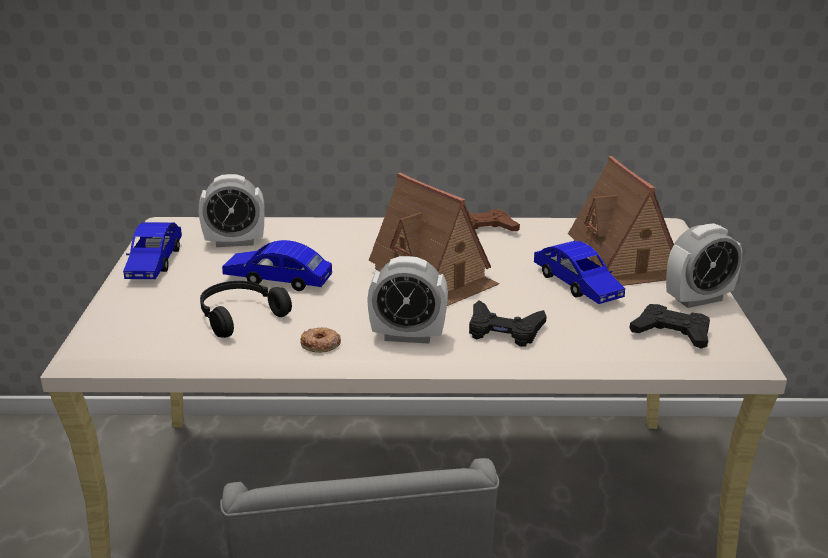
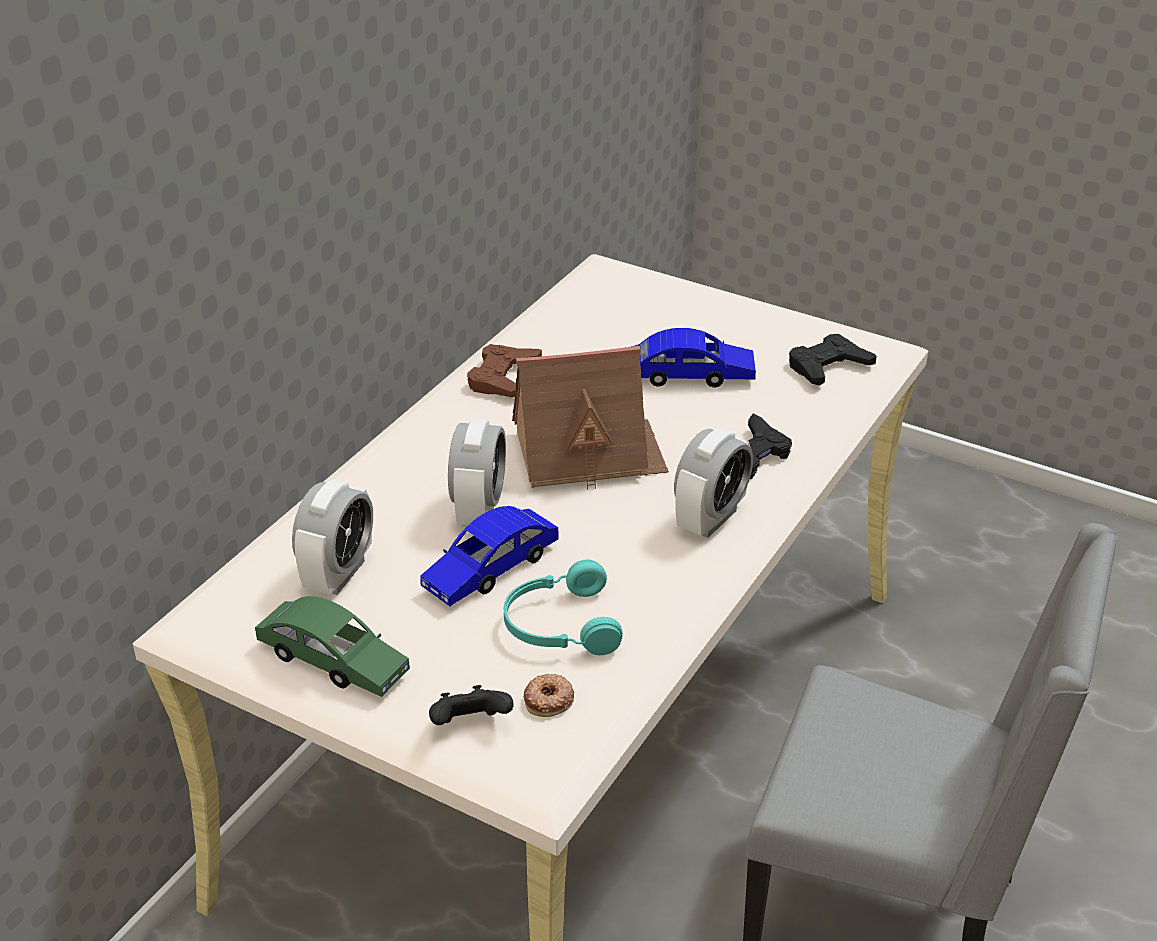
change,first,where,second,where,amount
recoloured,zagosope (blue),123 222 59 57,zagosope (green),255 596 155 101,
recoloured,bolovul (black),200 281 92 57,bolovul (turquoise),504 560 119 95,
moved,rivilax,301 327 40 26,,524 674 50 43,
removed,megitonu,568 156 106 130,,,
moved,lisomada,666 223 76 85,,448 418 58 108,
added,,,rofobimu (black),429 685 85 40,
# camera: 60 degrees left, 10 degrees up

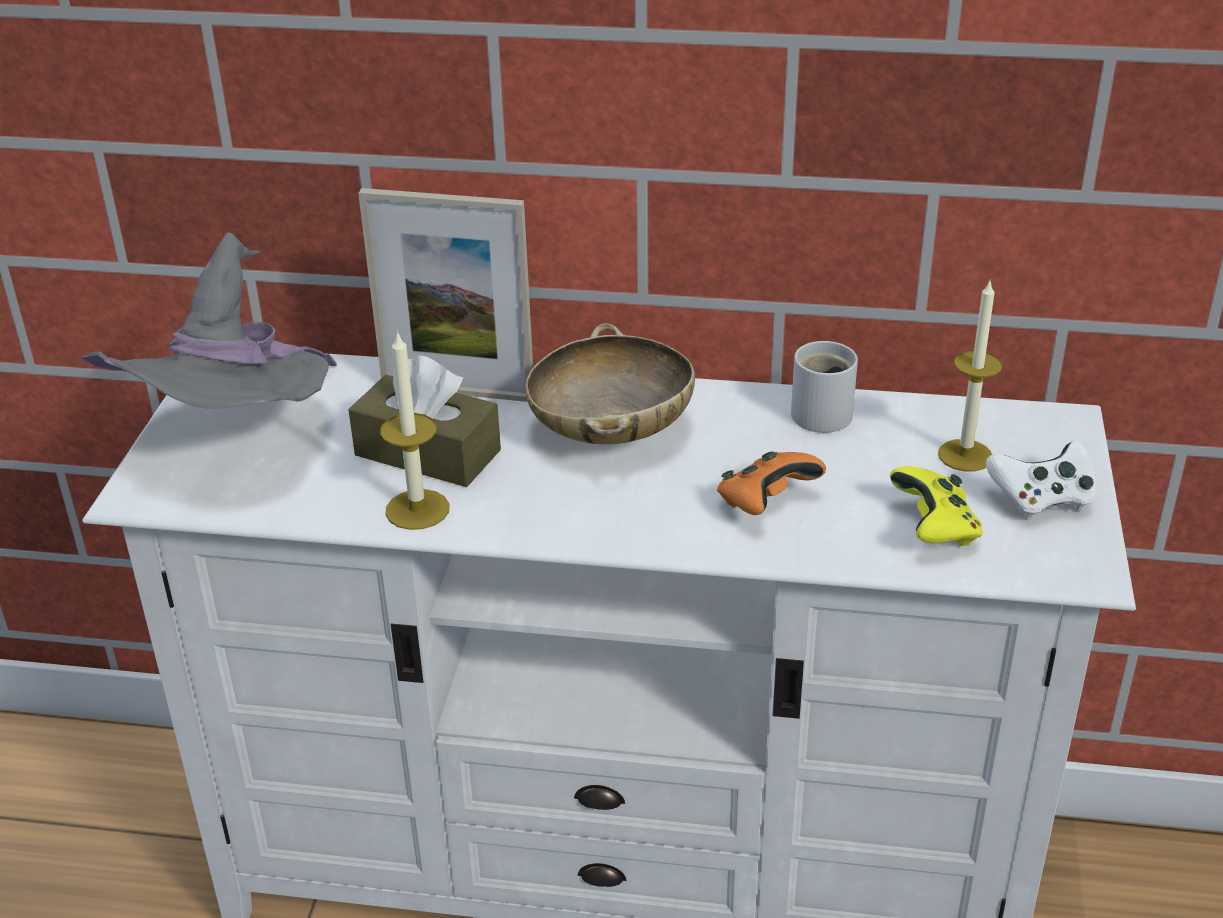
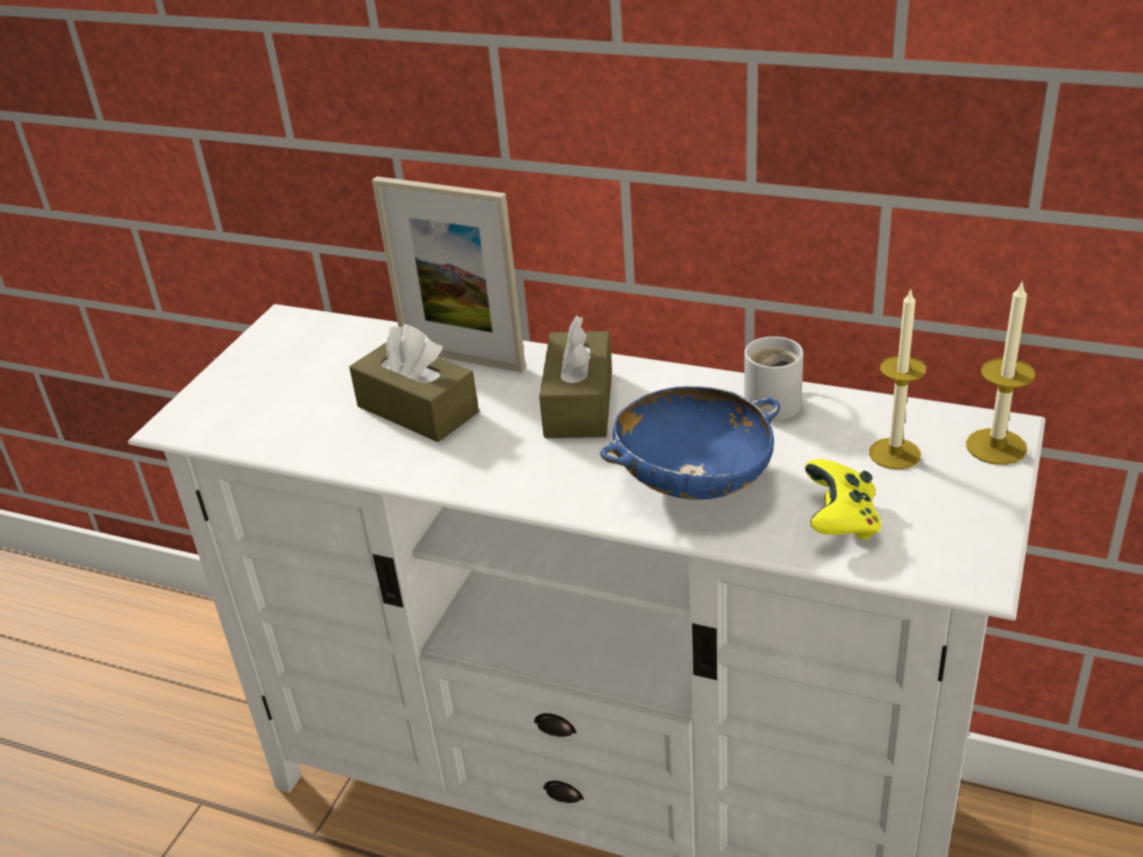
change,first,where,second,where,amount
removed,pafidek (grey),81 232 256 177,,,
moved,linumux,380 331 69 199,,966 280 69 185,
replaced,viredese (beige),525 323 170 121,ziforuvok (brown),539 316 73 122,
replaced,rofobimu (orange),717 452 109 63,viredese (blue),600 386 180 114,
removed,rofobimu (white),986 441 110 79,,,
# camera: 15 degrees right, 0 degrees up

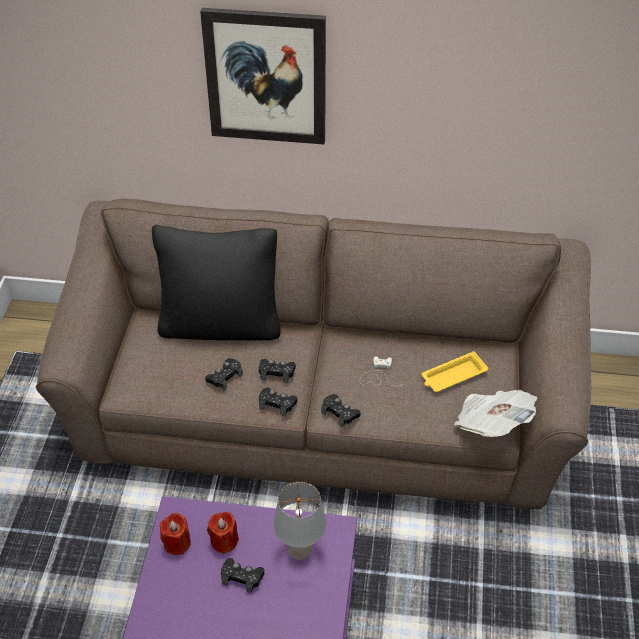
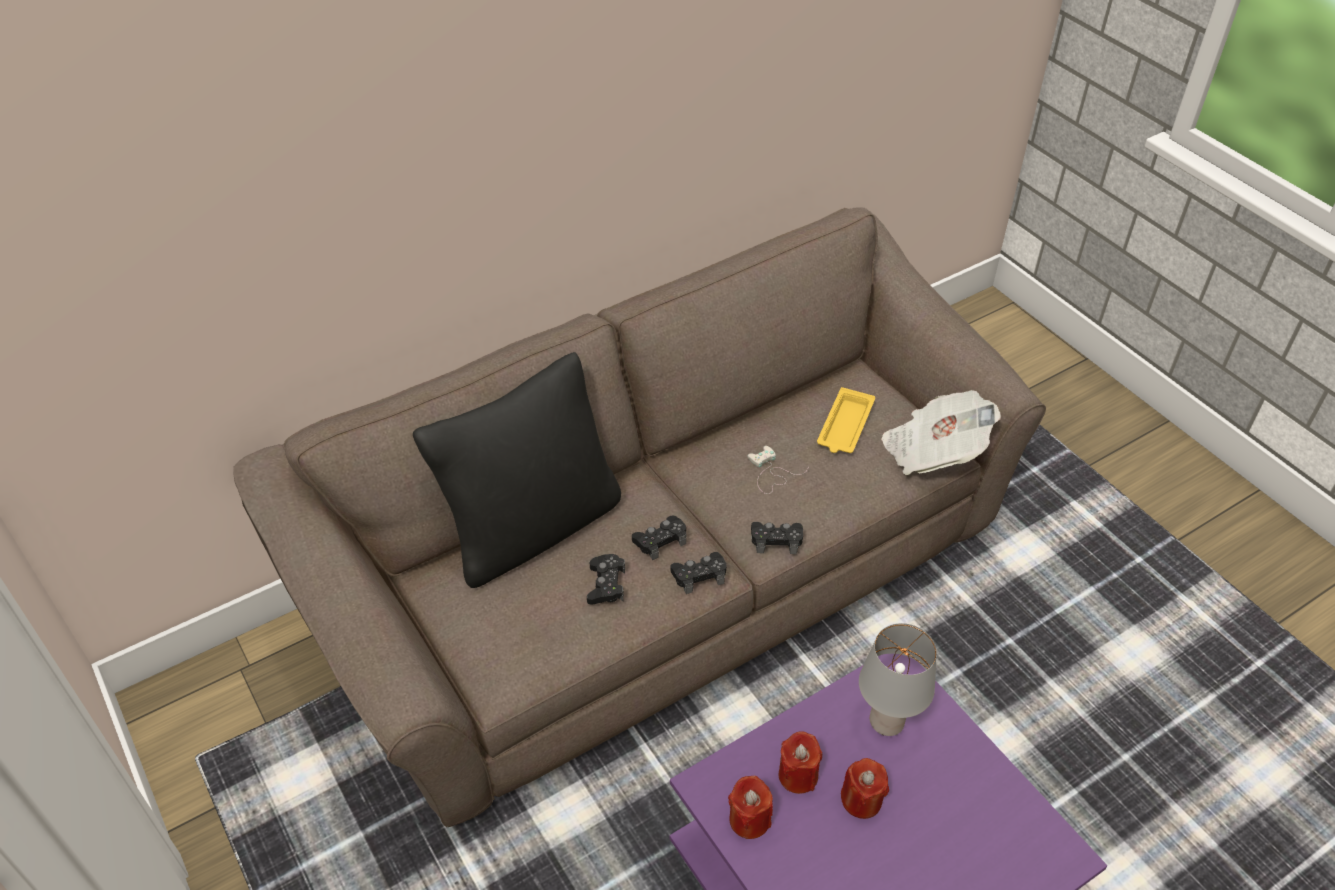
change,first,where,second,where,amount
removed,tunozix,200 8 126 136,,,
replaced,rofobimu (black),221 558 43 35,linumux (red),841 758 48 61,
# camera: 40 degrees left, 0 degrees up

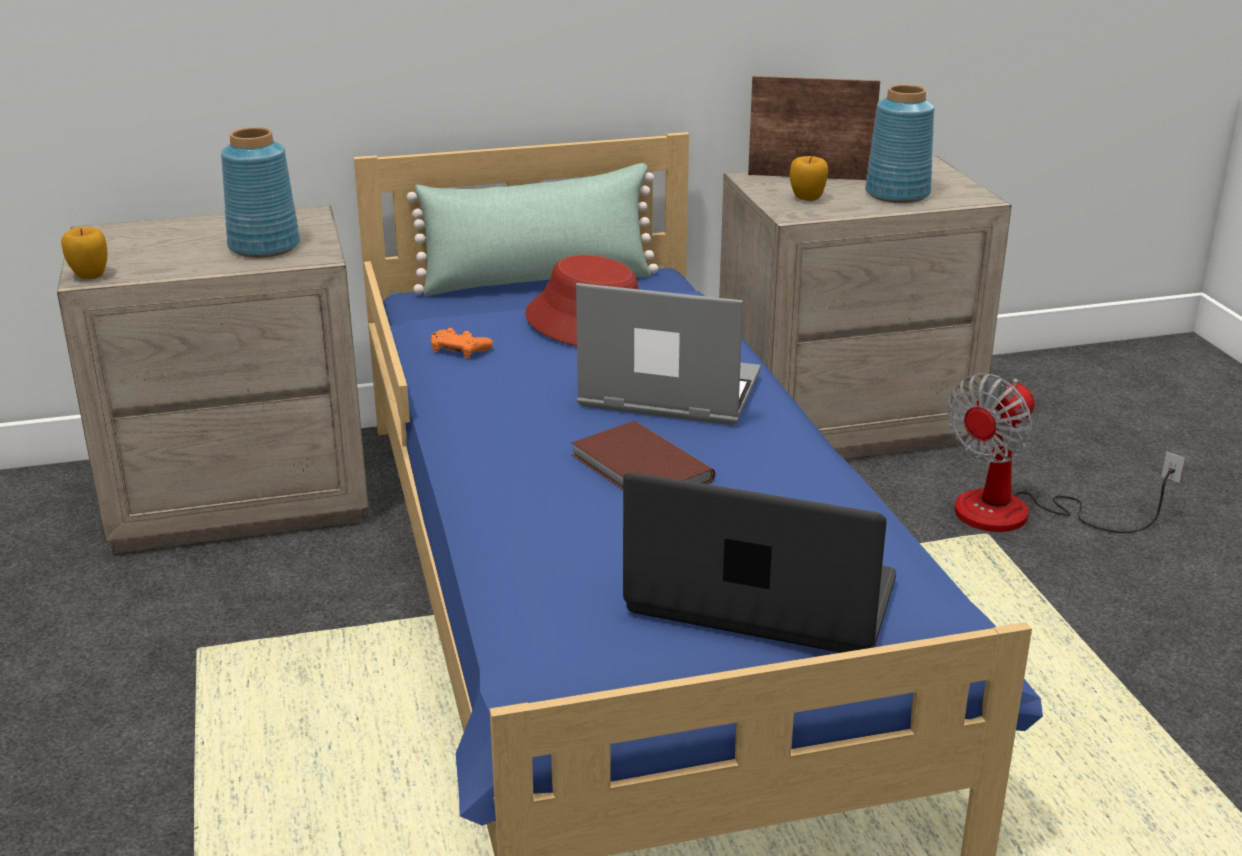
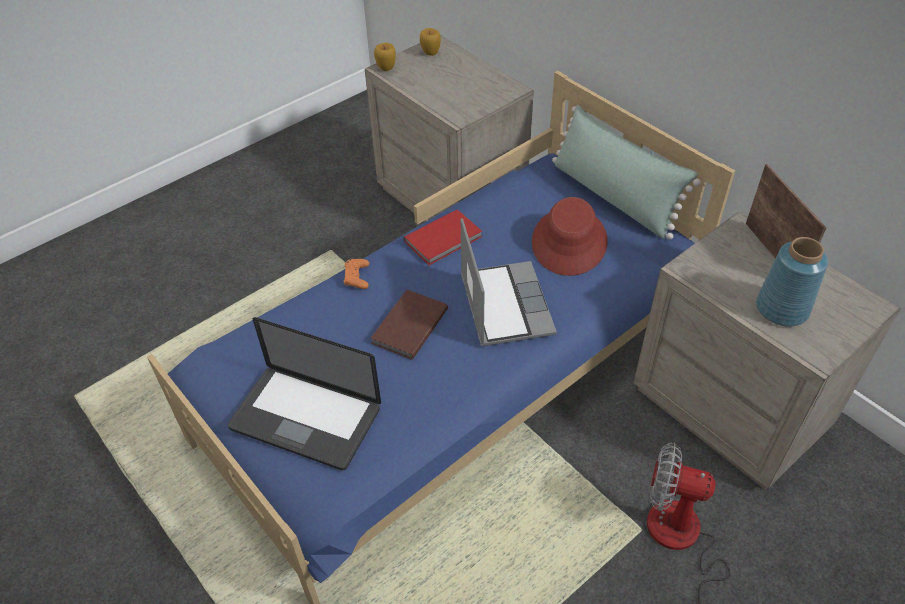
change,first,where,second,where,amount
removed,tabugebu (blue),221 127 79 131,,,
moved,rofobimu (orange),431 328 62 31,,344 259 25 30,
turned,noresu,623 472 273 181,,228 317 153 153,120 degrees clockwise
moved,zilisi,789 156 39 45,,420 28 21 28,
added,,,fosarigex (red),404 209 78 56,
# camera: 65 degrees right, 20 degrees up

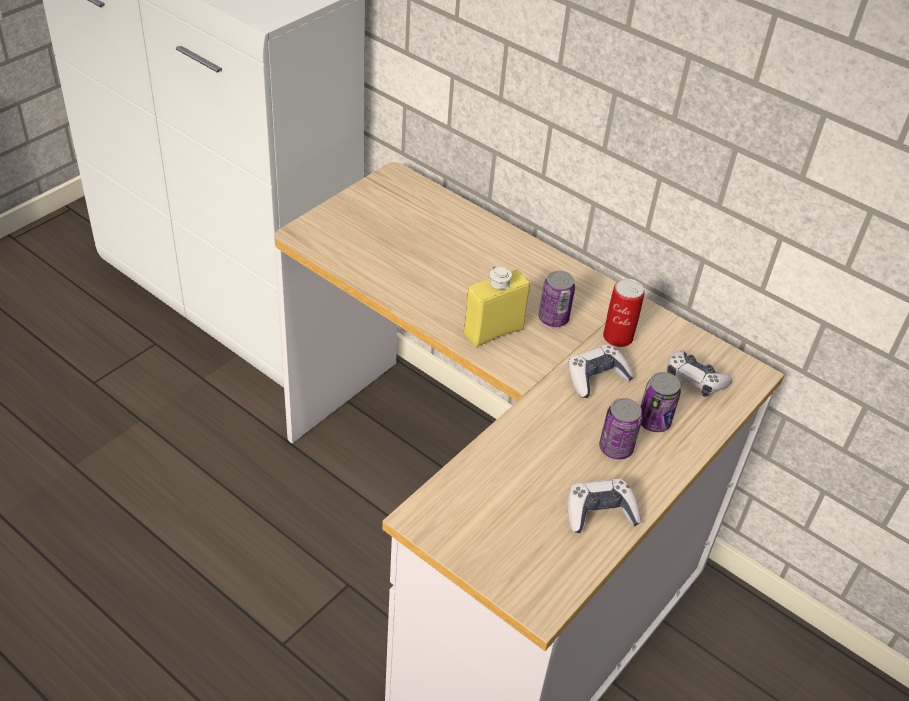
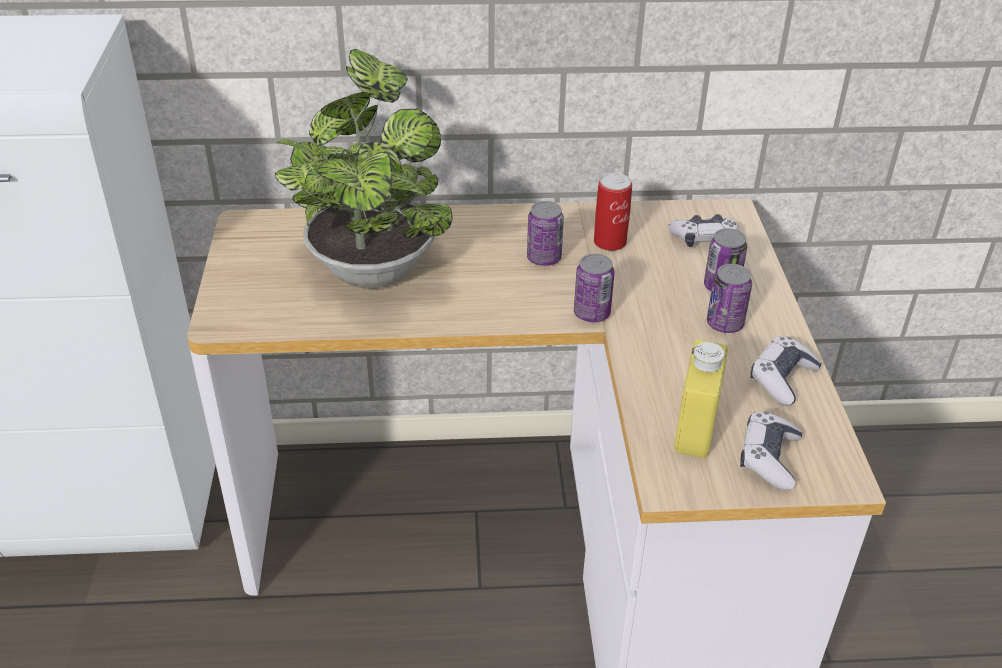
change,first,where,second,where,amount
moved,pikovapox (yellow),464 267 66 80,,674 340 54 118,
moved,rofobimu,568 344 66 54,,740 411 63 79,
added,,,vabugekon,275 49 178 240,
added,,,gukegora,574 254 40 68,
# camera: 40 degrees left, 5 degrees down

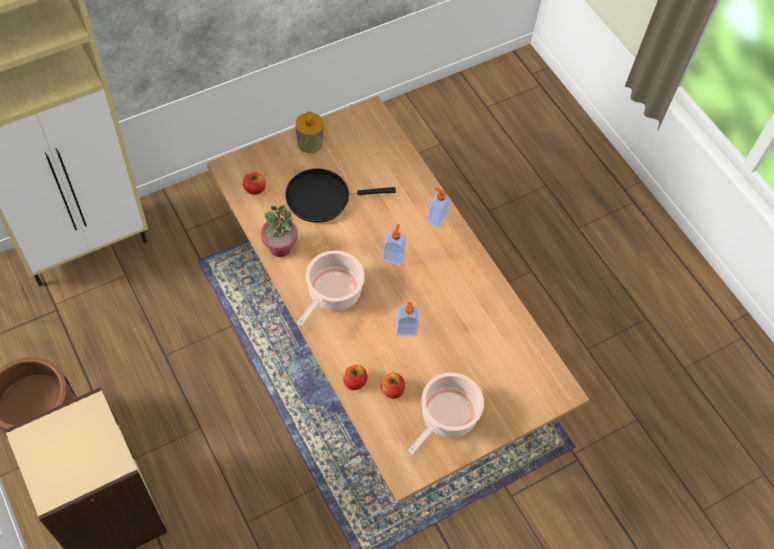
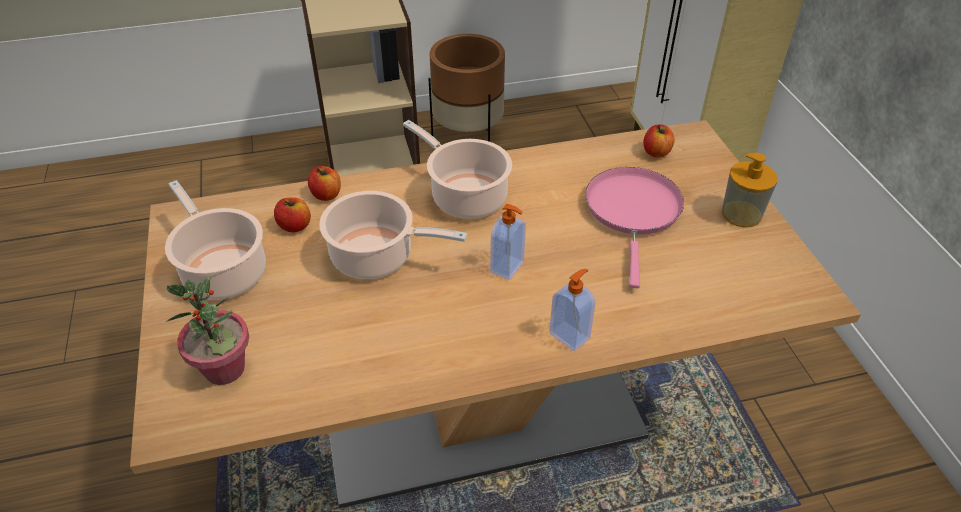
change,first,where,second,where,amount
moved,vabugekon,261 205 37 52,,166 277 83 108,
recoloured,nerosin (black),285 169 111 54,nerosin (pink),585 167 99 121,
replaced,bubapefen,396 302 23 34,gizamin,319 191 148 88,
# camera: 110 degrees right, 15 degrees down

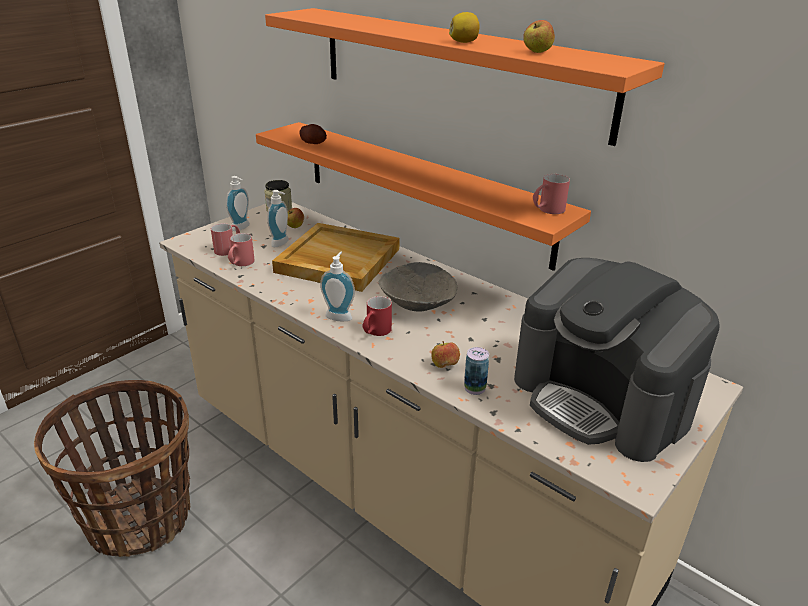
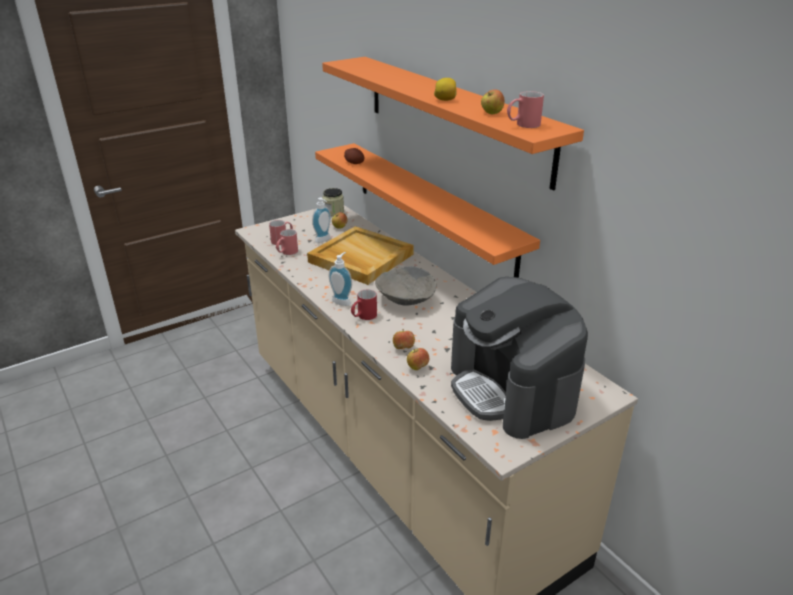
change,first,where,second,where,amount
removed,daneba,34 380 156 177,,,
removed,bubapefen,226 176 24 55,,,
replaced,gukegora,464 347 25 48,zilisi,407 348 22 22,
moved,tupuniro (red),533 174 37 40,,507 91 37 37,
# camera: 15 degrees right, 0 degrees up

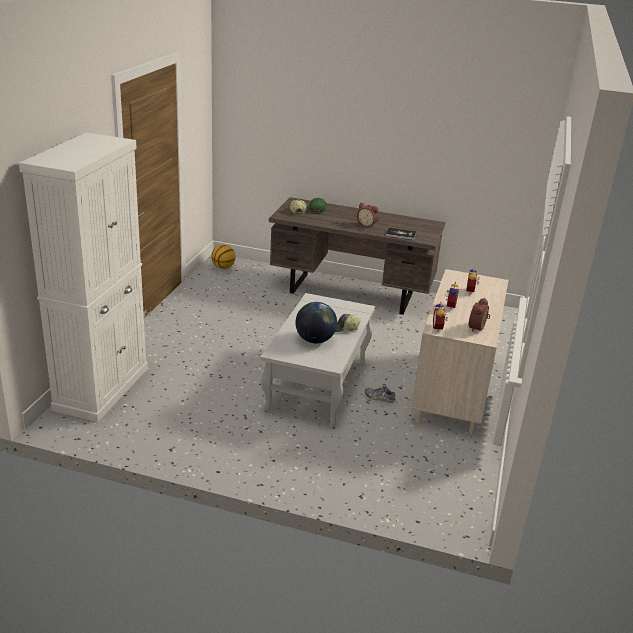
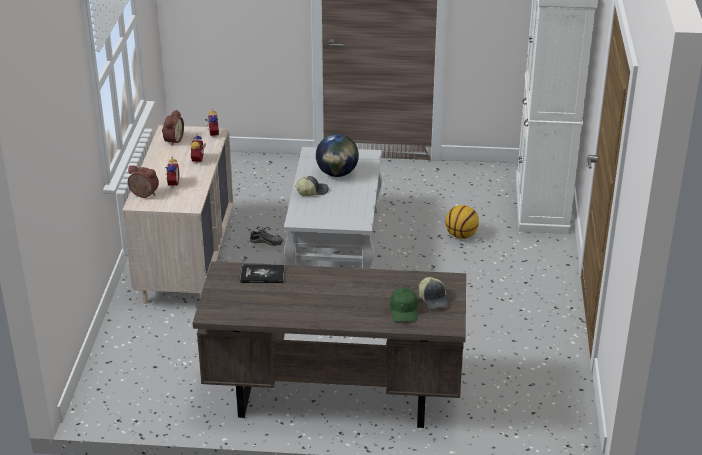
change,first,where,second,where,amount
moved,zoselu,211 245 25 24,,445 205 34 34,
moved,lisomada,357 202 22 26,,128 165 31 33,
# camera: 170 degrees right, 5 degrees up

